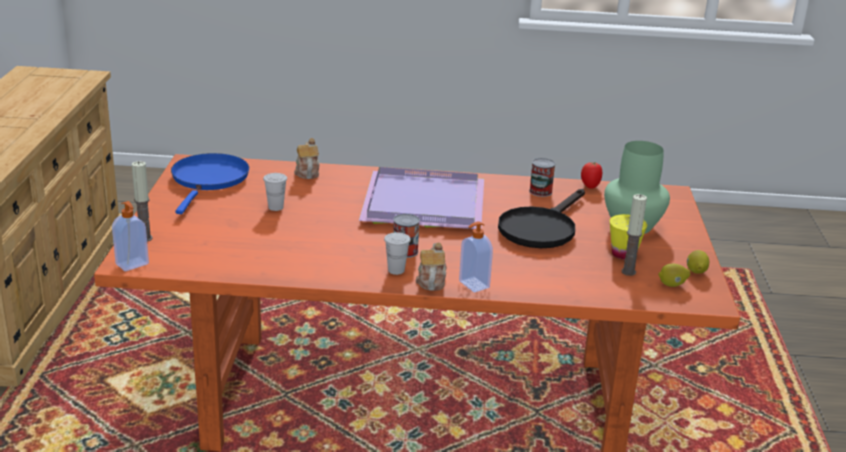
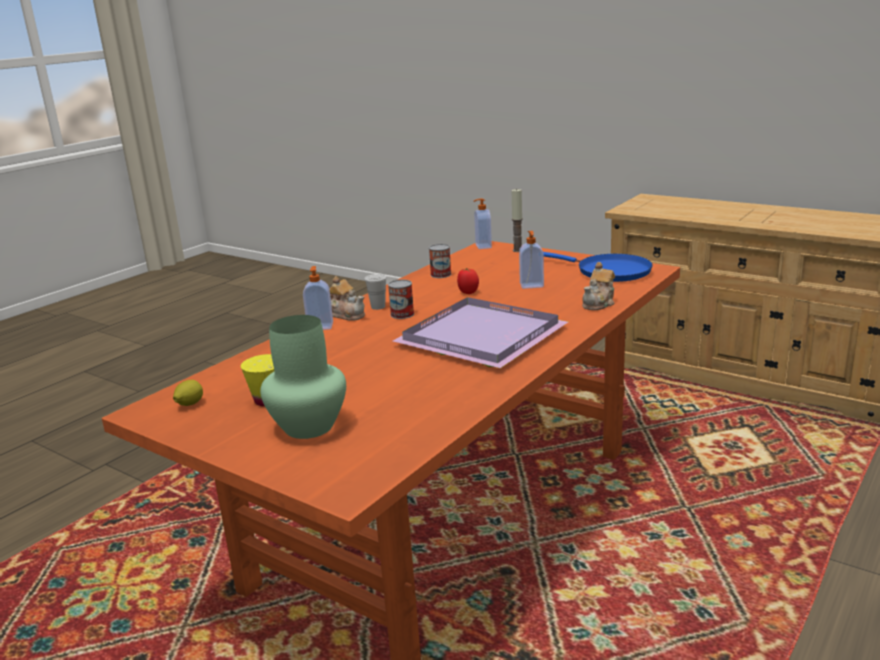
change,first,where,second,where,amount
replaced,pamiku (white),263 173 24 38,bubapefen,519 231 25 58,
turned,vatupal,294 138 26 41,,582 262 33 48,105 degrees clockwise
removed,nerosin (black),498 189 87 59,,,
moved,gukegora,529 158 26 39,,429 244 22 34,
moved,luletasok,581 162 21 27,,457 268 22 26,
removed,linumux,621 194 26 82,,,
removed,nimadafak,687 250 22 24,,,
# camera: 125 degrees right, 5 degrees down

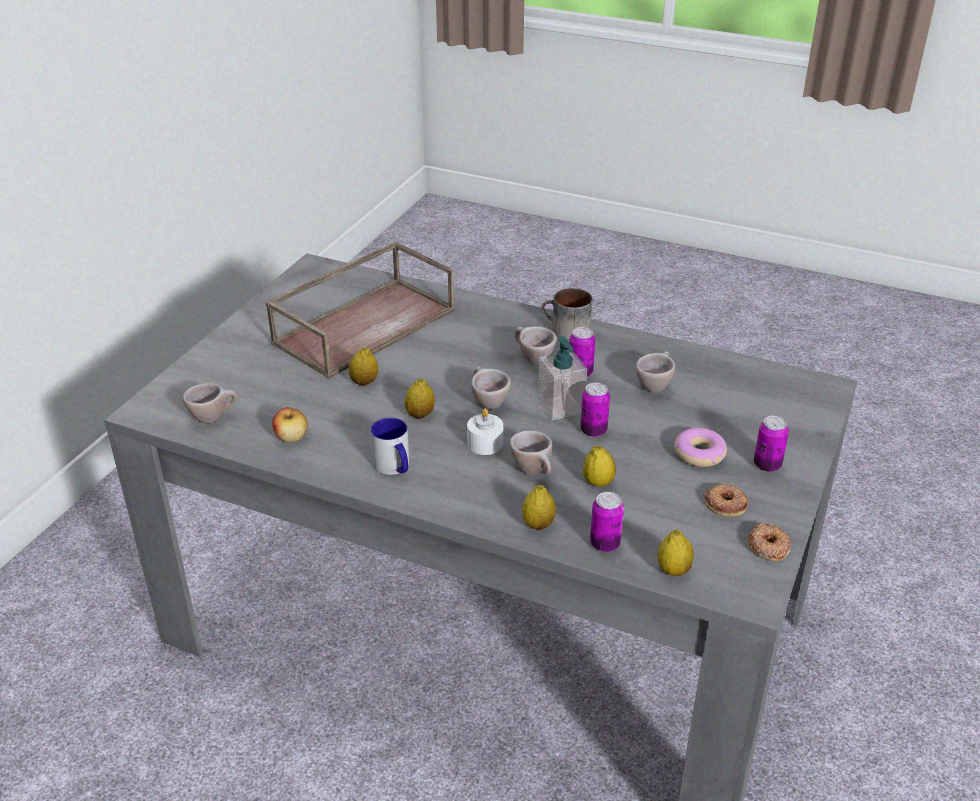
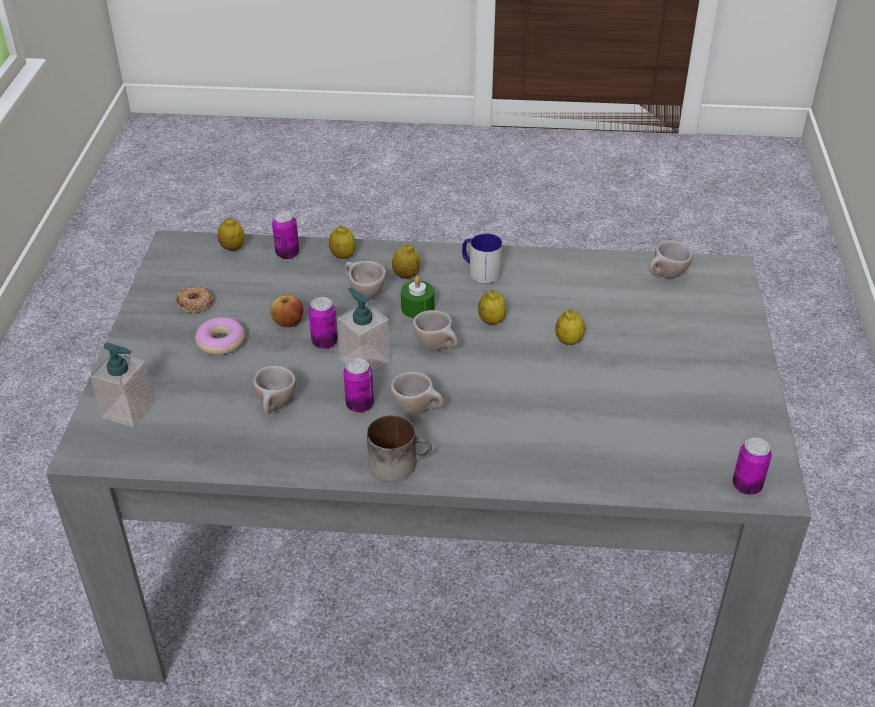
change,first,where,second,where,amount
removed,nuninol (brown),266 242 189 137,,,
moved,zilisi,272 407 36 35,,270 295 33 32,
recoloured,linumux (white),467 409 36 46,linumux (green),401 276 33 42,
moved,nimadafak,583 445 33 42,,392 244 28 35,
removed,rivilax,747 523 44 38,,,
moved,gukegora,754 416 35 56,,732 437 40 58,
added,,,bubapefen,90 343 65 84,
# camera: 160 degrees right, 5 degrees up

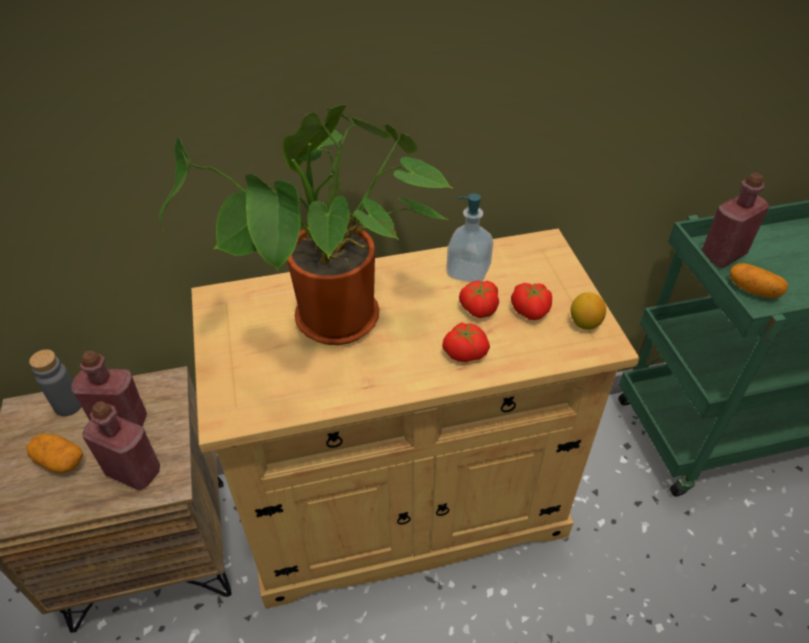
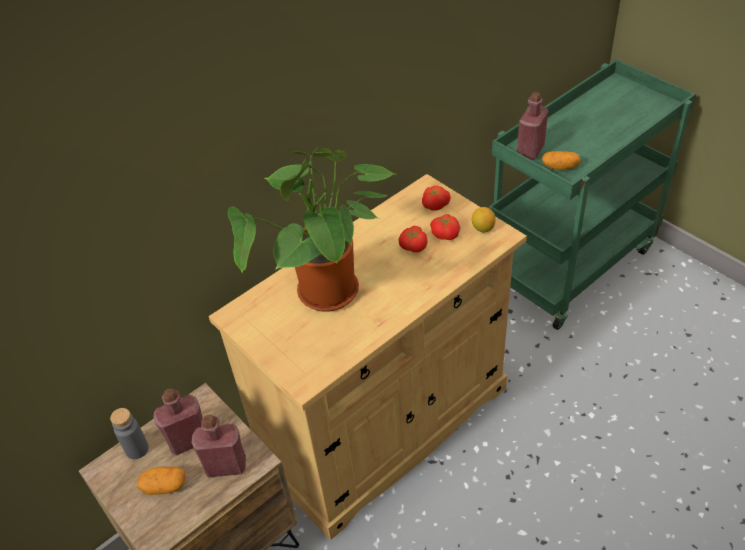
change,first,where,second,where,amount
moved,luletasok,442 322 48 40,,422 186 29 25,
removed,bubapefen,446 193 47 90,,,
# camera: 25 degrees left, 0 degrees up

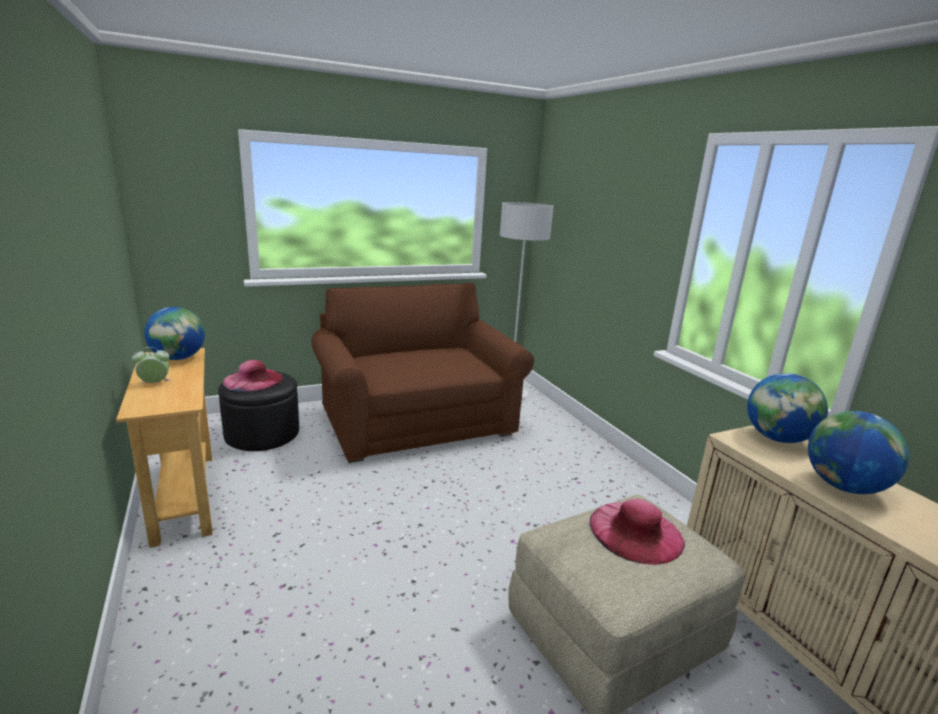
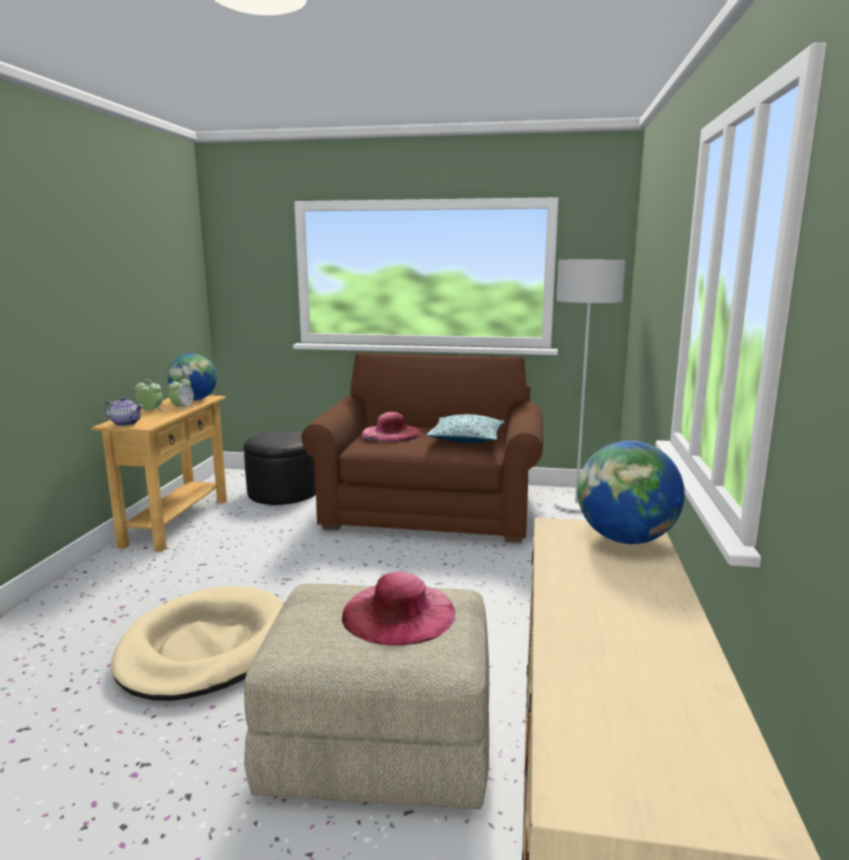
change,first,where,second,where,amount
moved,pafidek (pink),223 360 60 31,,361 412 61 30,
removed,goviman,808 411 101 83,,,
added,,,vatupal,105 397 38 29,
added,,,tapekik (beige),111 586 172 115,
added,,,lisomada,169 376 25 36,
added,,,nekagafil,426 414 78 29,
# camera: 35 degrees right, 5 degrees down

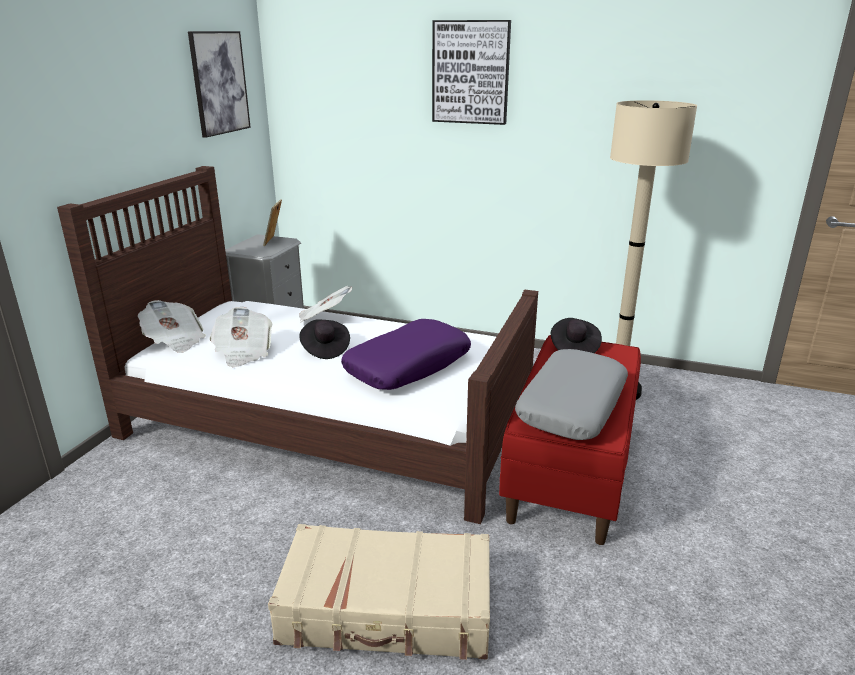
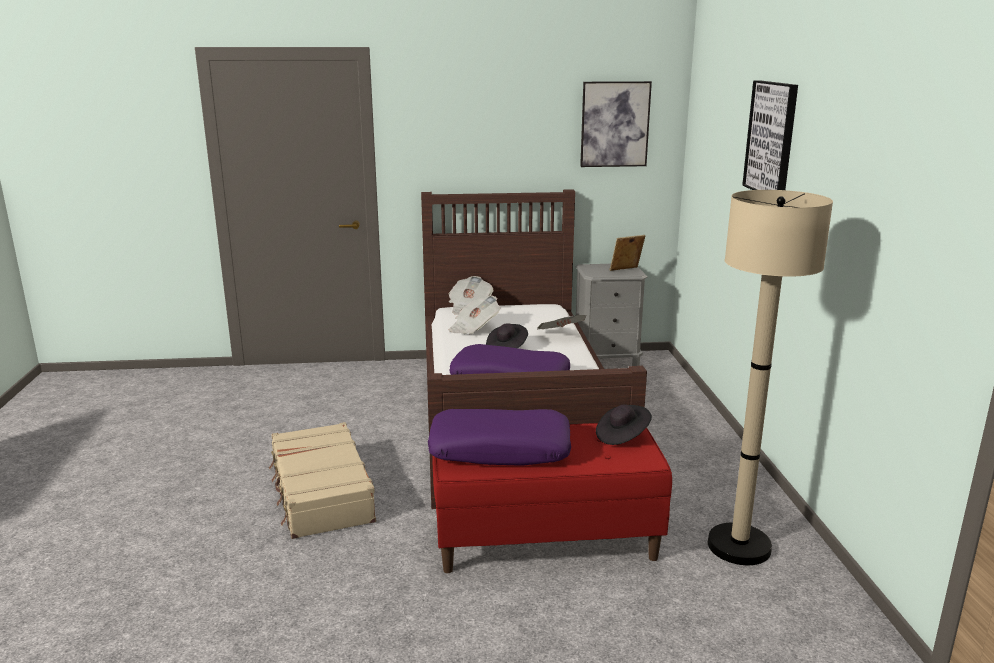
change,first,where,second,where,amount
recoloured,nekagafil (grey),515 349 113 91,nekagafil (purple),428 409 143 57,
# camera: 65 degrees right, 5 degrees down

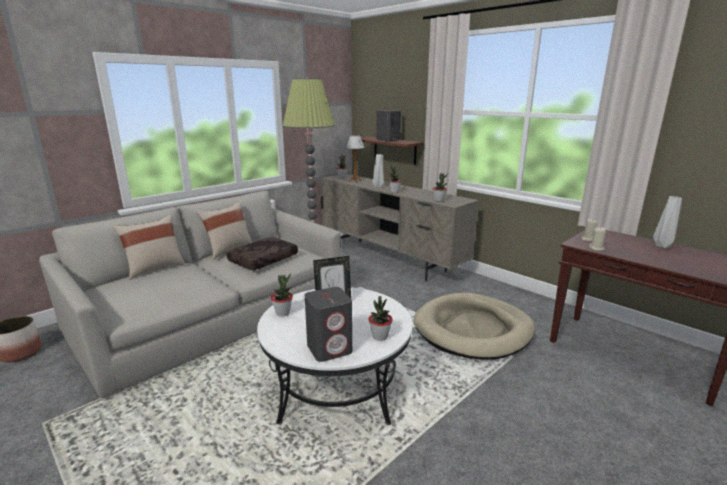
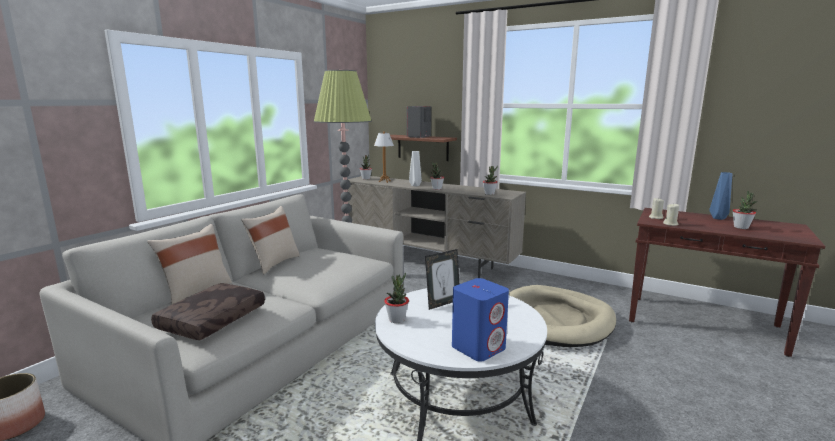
change,first,where,second,where,amount
moved,nekagafil (brown),227 237 71 33,,151 283 114 57,
recoloured,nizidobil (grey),305 287 47 75,nizidobil (blue),452 278 57 84,
moved,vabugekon,369 296 24 45,,732 191 25 38,
recoloured,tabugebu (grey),653 196 29 52,tabugebu (blue),709 172 23 48,
# camera: 15 degrees left, 5 degrees down

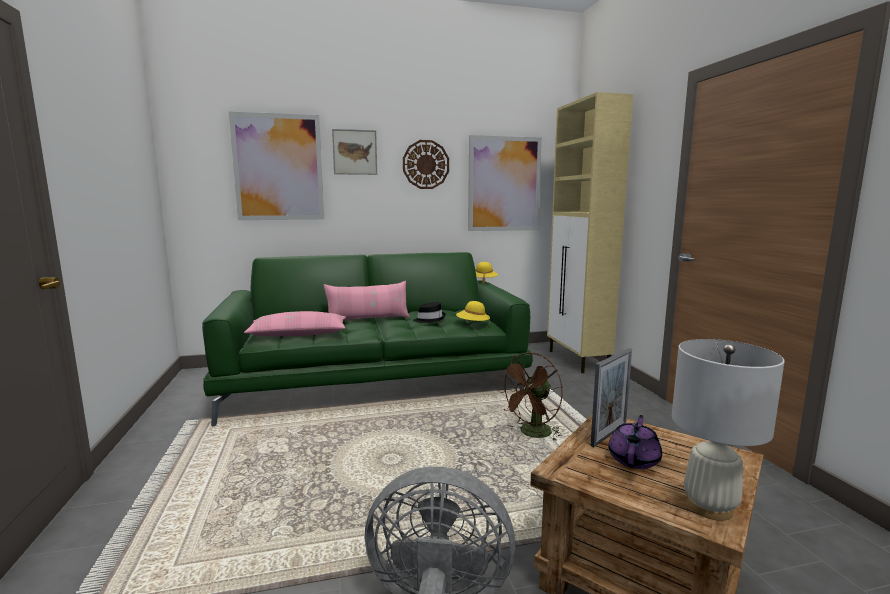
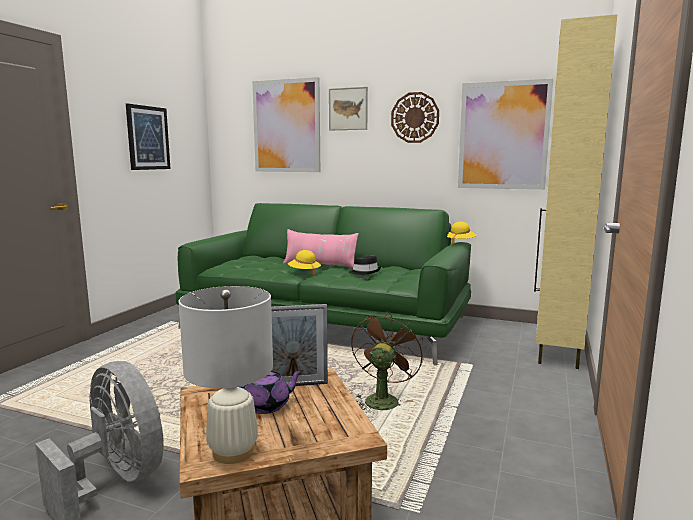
change,first,where,second,where,amount
removed,nekagafil (pink),244 311 102 26,,,
moved,pafidek (yellow),456 301 34 25,,288 250 33 25,
turned,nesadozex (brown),497 352 66 88,,351 312 73 101,120 degrees clockwise
added,,,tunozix,126 104 44 66,
# camera: 35 degrees right, 0 degrees up

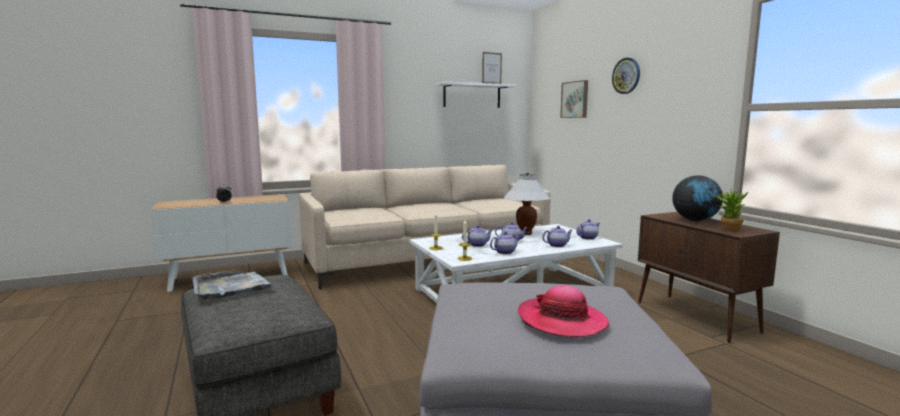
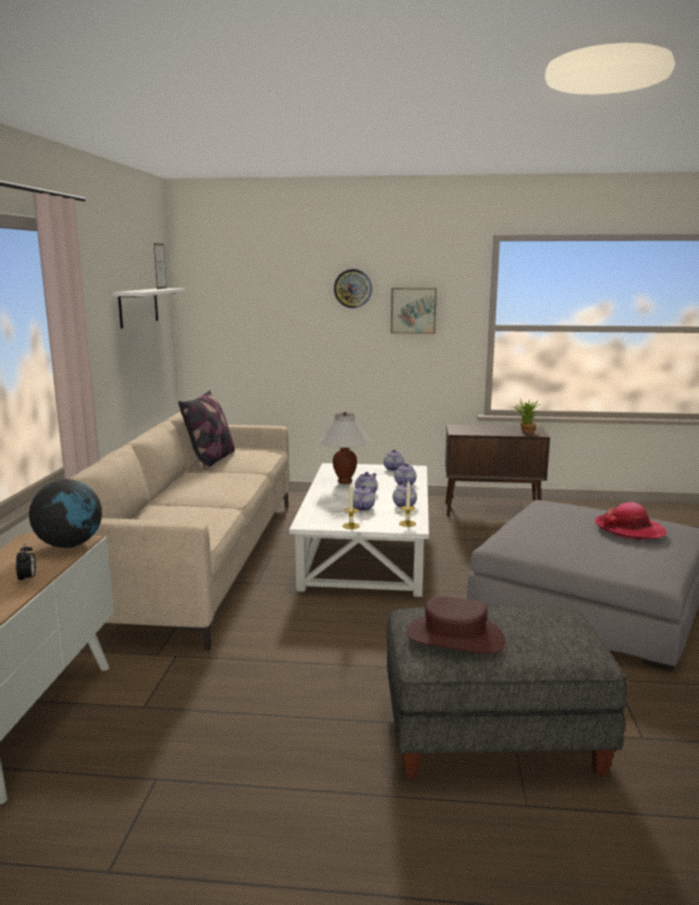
change,first,where,second,where,amount
replaced,nuninol (grey),192 270 81 30,pafidek (brown),407 596 99 58,
moved,tunozix,560 80 28 38,,391 288 46 46,
moved,goviman,672 175 51 46,,29 480 73 68,
added,,,nekagafil,178 390 57 80,
# camera: 60 degrees left, 5 degrees up

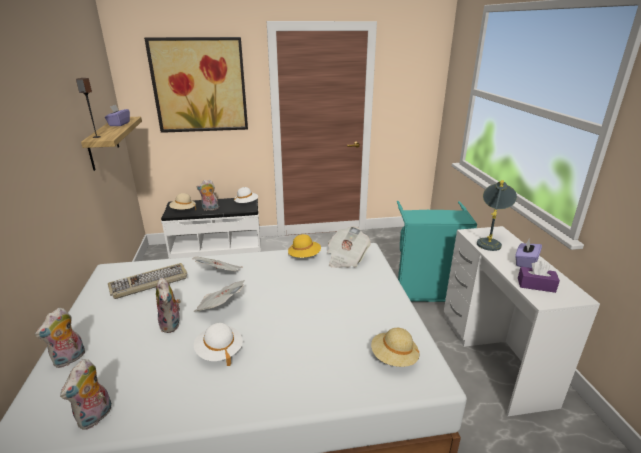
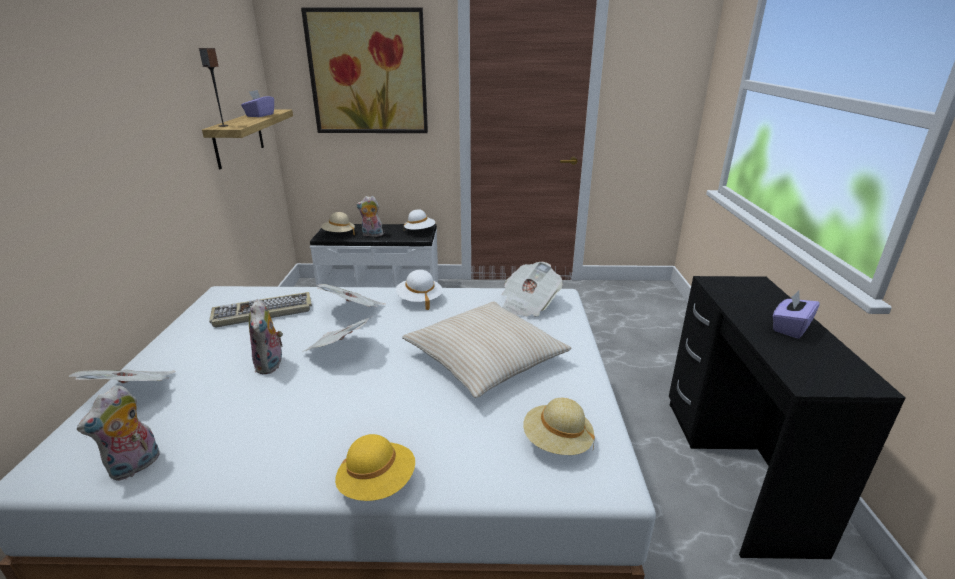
change,first,where,second,where,amount
replaced,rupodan,35 308 50 60,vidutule,68 370 107 13,
moved,pafidek (white),194 323 49 43,,396 270 47 40,
moved,pafidek (yellow),288 234 33 24,,335 434 80 67,
removed,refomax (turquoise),397 201 80 101,,,
recoloured,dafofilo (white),444 226 156 190,dafofilo (black),669 276 236 283,
removed,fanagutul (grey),477 180 40 71,,,
removed,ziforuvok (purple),518 261 42 32,,,
added,,,nekagafil (beige),402 301 169 97,
# camera: 10 degrees right, 0 degrees up

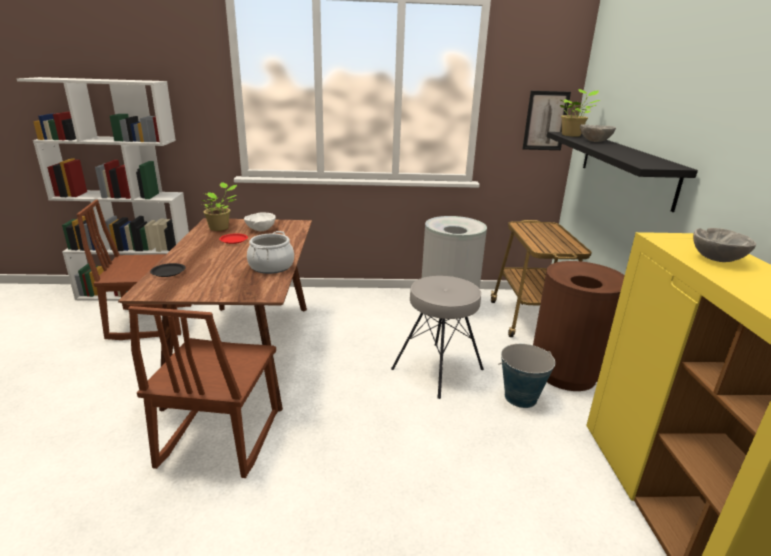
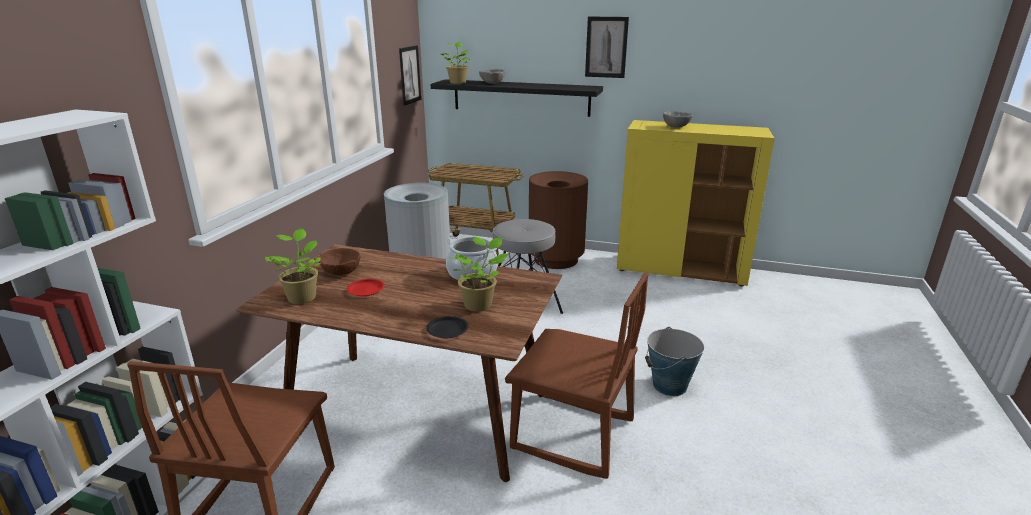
change,first,where,second,where,amount
recoloured,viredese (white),244 212 32 19,viredese (brown),319 248 41 27,
moved,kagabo,498 344 57 64,,645 327 59 69,
added,,,vabugekon,451 237 58 75,
added,,,tunozix,585 17 44 61,
# camera: 70 degrees left, 0 degrees up

